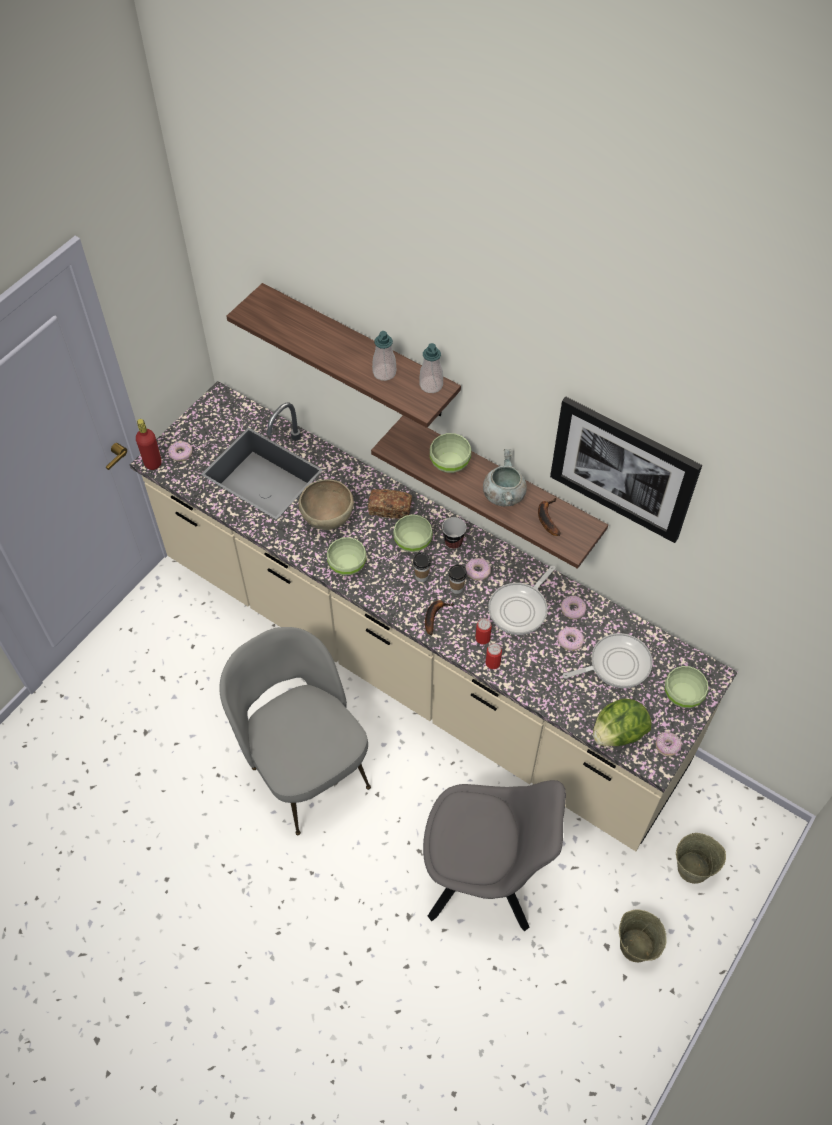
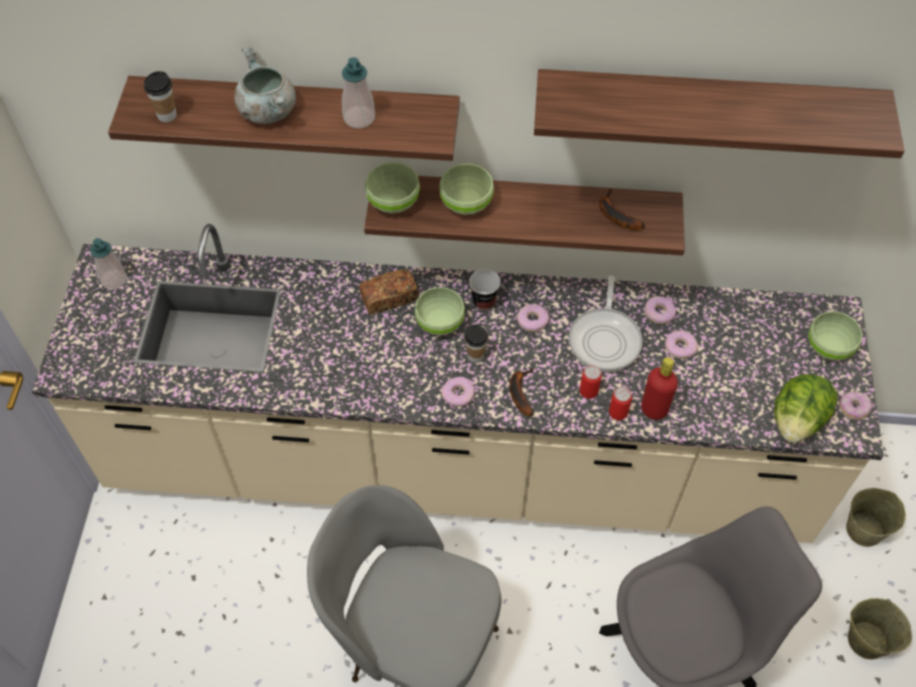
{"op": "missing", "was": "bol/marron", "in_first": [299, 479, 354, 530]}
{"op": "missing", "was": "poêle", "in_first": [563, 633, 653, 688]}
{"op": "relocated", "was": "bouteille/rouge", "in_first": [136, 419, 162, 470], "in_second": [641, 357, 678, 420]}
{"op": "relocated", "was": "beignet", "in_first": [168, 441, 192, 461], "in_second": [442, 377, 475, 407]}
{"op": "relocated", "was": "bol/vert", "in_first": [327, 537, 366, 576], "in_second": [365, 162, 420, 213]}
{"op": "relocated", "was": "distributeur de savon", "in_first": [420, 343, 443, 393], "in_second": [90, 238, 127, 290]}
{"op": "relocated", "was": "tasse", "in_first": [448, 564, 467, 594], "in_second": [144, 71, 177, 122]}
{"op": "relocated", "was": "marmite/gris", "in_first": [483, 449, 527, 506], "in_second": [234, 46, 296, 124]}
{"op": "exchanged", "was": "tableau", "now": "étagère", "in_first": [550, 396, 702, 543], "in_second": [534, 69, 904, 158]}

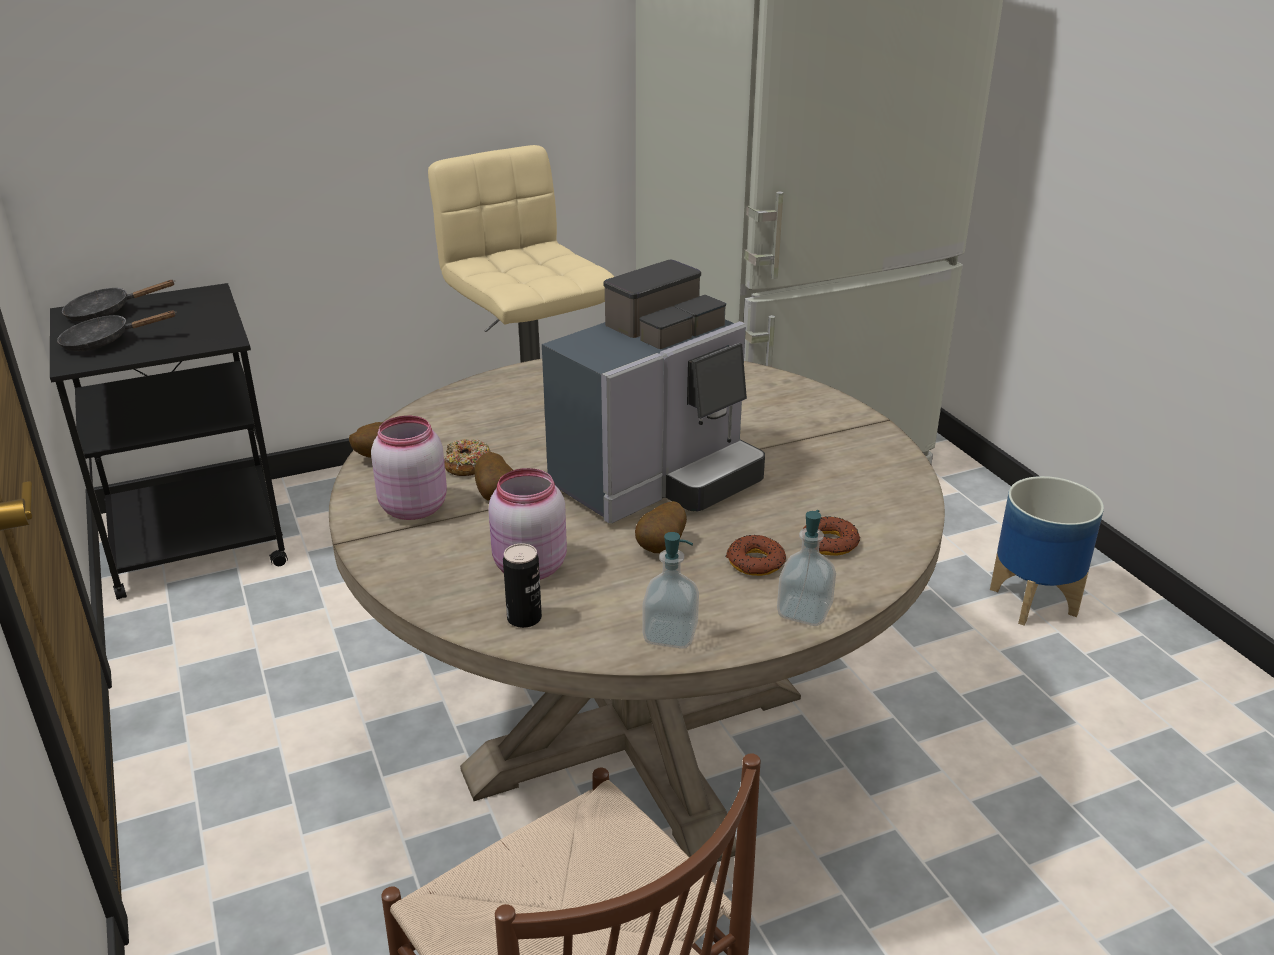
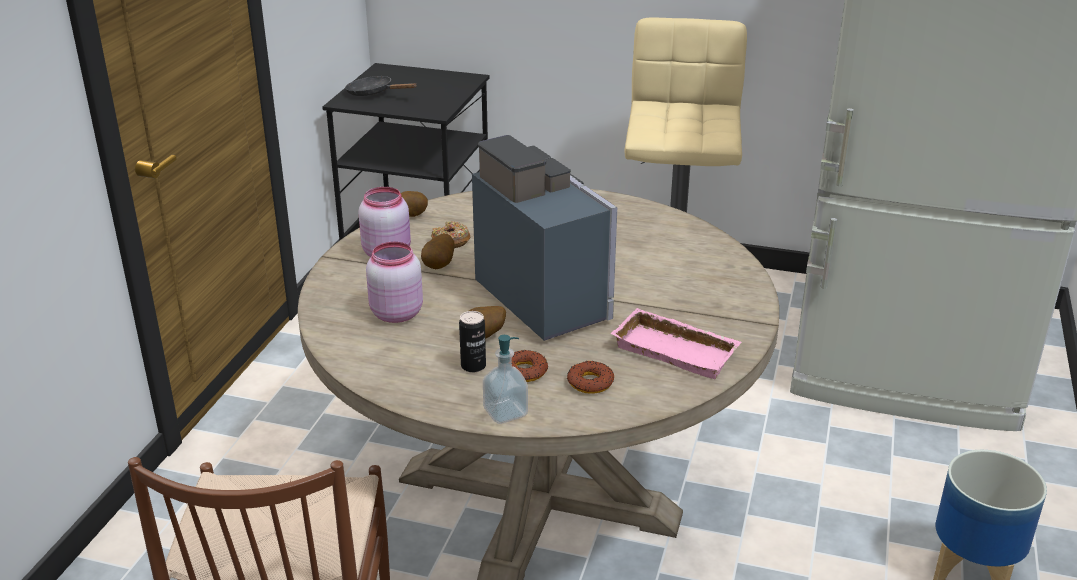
{"op": "missing", "was": "poêle/noir", "in_first": [62, 280, 175, 322]}
{"op": "missing", "was": "distributeur de savon", "in_first": [642, 532, 699, 649]}
{"op": "appeared", "now": "plateau/rose", "in_second": [611, 308, 742, 379]}
{"op": "relocated", "was": "boîte métallique", "in_first": [503, 543, 542, 628], "in_second": [459, 311, 486, 373]}
{"op": "spun", "was": "machine à café", "in_first": [542, 260, 765, 523], "in_second": [472, 135, 617, 341], "clockwise": -120}

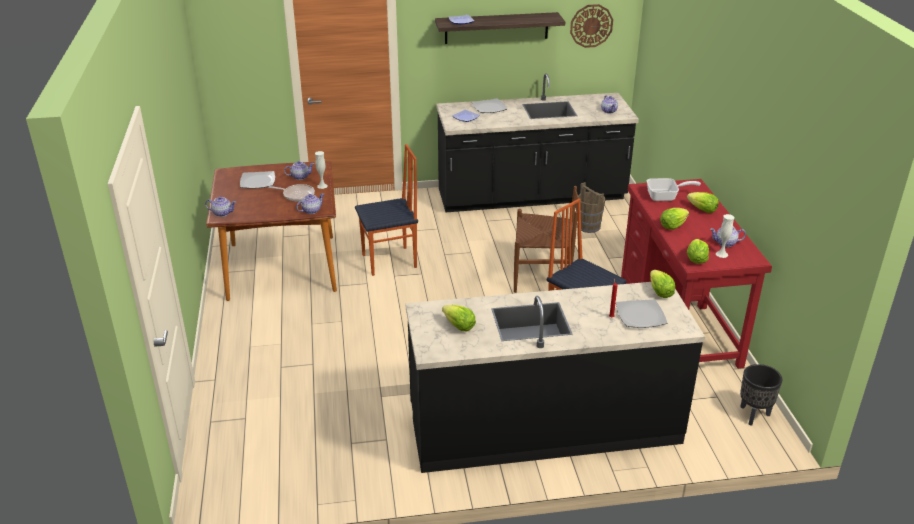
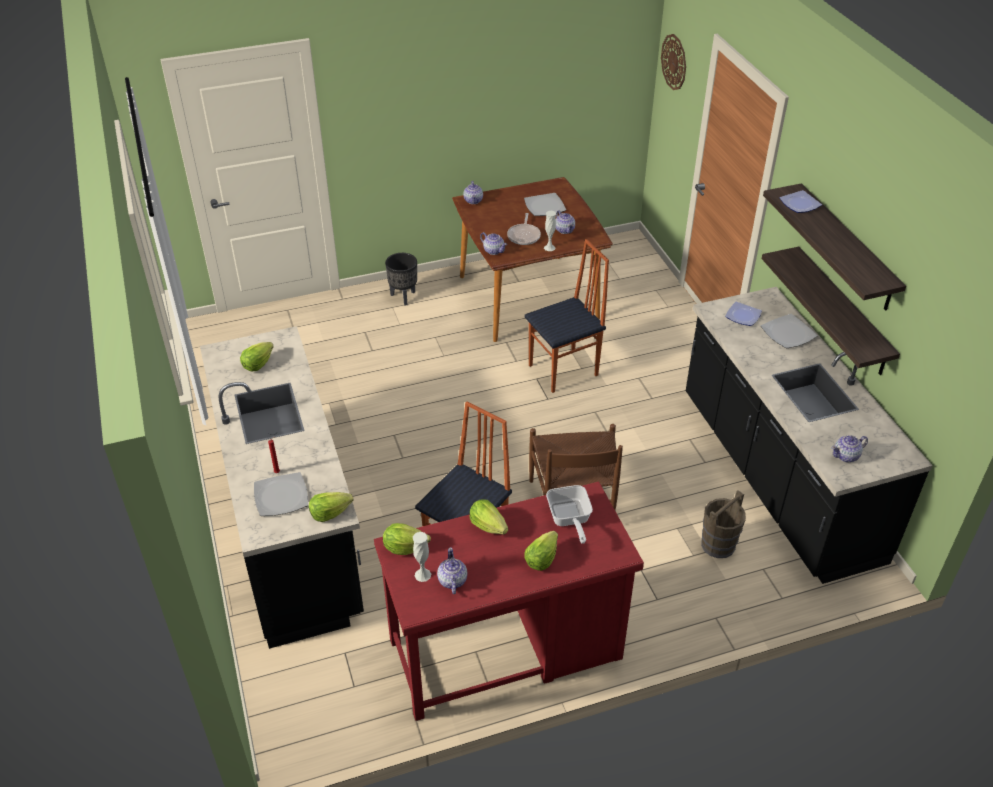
{"op": "appeared", "now": "étagère", "in_second": [762, 247, 900, 375]}
{"op": "relocated", "was": "horloge murale", "in_first": [570, 4, 613, 48], "in_second": [661, 34, 686, 90]}
{"op": "relocated", "was": "cache-pot/noir", "in_first": [740, 364, 782, 426], "in_second": [385, 253, 417, 306]}
{"op": "spun", "was": "chaise", "in_first": [355, 144, 418, 276], "in_second": [525, 239, 609, 393], "clockwise": -90}

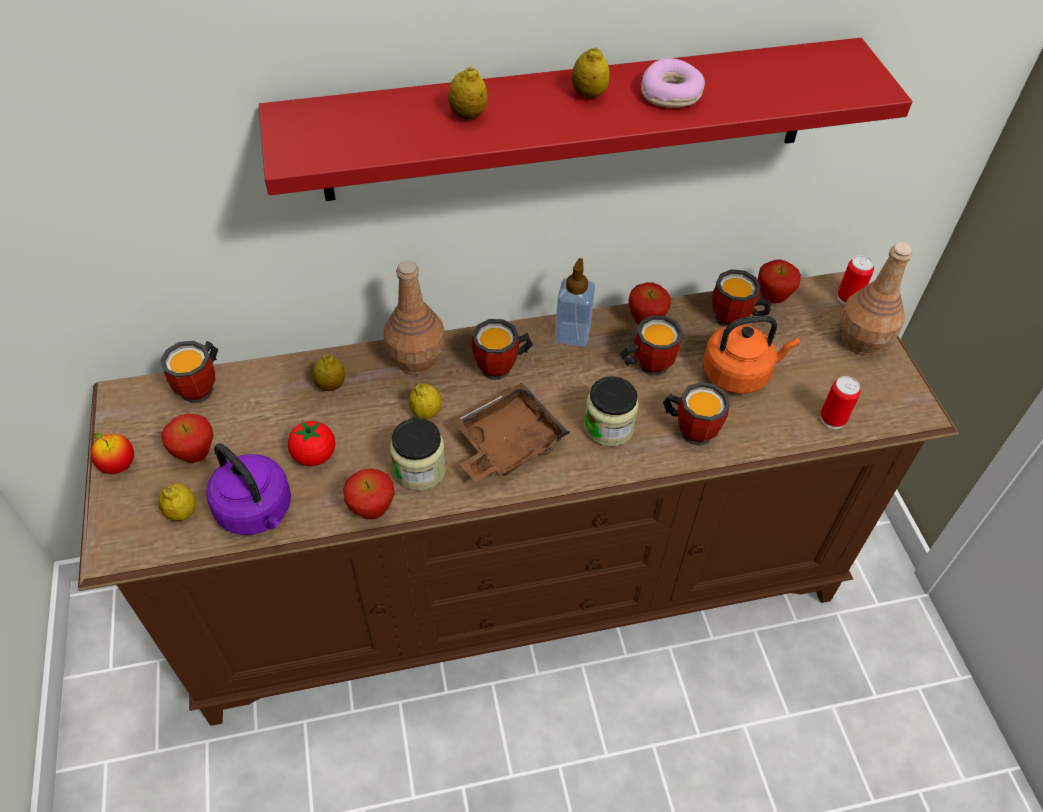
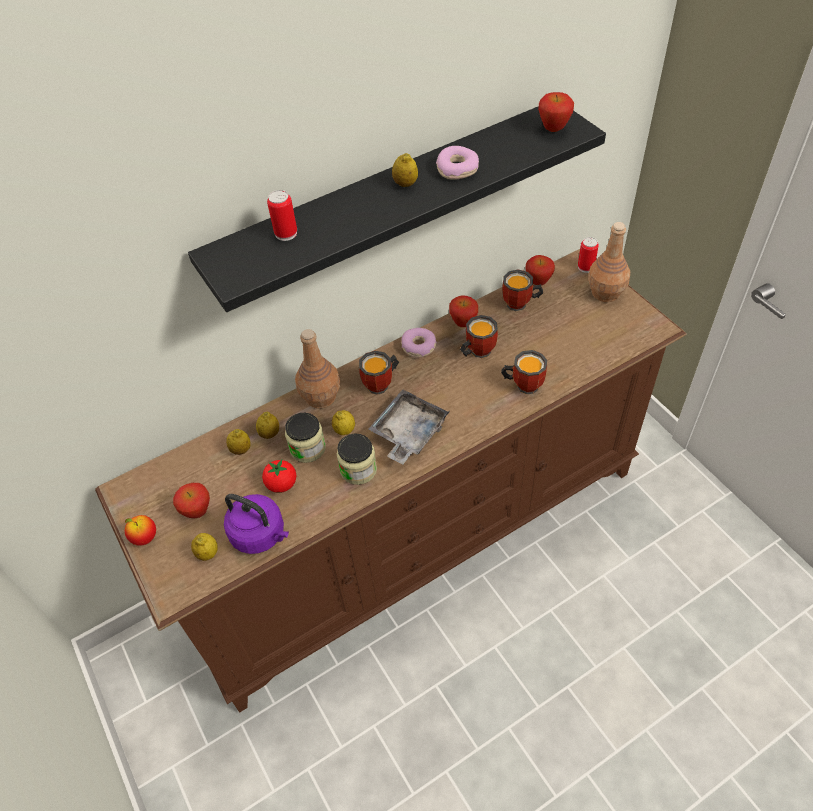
{"op": "missing", "was": "mug", "in_first": [160, 341, 219, 403]}
{"op": "missing", "was": "bouilloire/orange", "in_first": [703, 315, 800, 394]}
{"op": "relocated", "was": "pomme", "in_first": [343, 469, 395, 519], "in_second": [538, 92, 574, 132]}
{"op": "relocated", "was": "citron", "in_first": [448, 67, 487, 120], "in_second": [226, 429, 250, 455]}
{"op": "relocated", "was": "bocal", "in_first": [584, 377, 639, 447], "in_second": [285, 413, 326, 463]}
{"op": "relocated", "was": "boîte métallique", "in_first": [820, 376, 861, 429], "in_second": [267, 190, 297, 241]}
{"op": "exchanged", "was": "distributeur de savon", "now": "beignet", "in_first": [555, 258, 595, 347], "in_second": [401, 328, 437, 357]}
{"op": "colour", "was": "étagère/rouge", "now": "étagère/noir", "in_first": [259, 38, 912, 201], "in_second": [188, 106, 606, 312]}
{"op": "colour", "was": "plateau/marron", "now": "plateau/gris", "in_first": [452, 382, 570, 483], "in_second": [369, 389, 449, 464]}

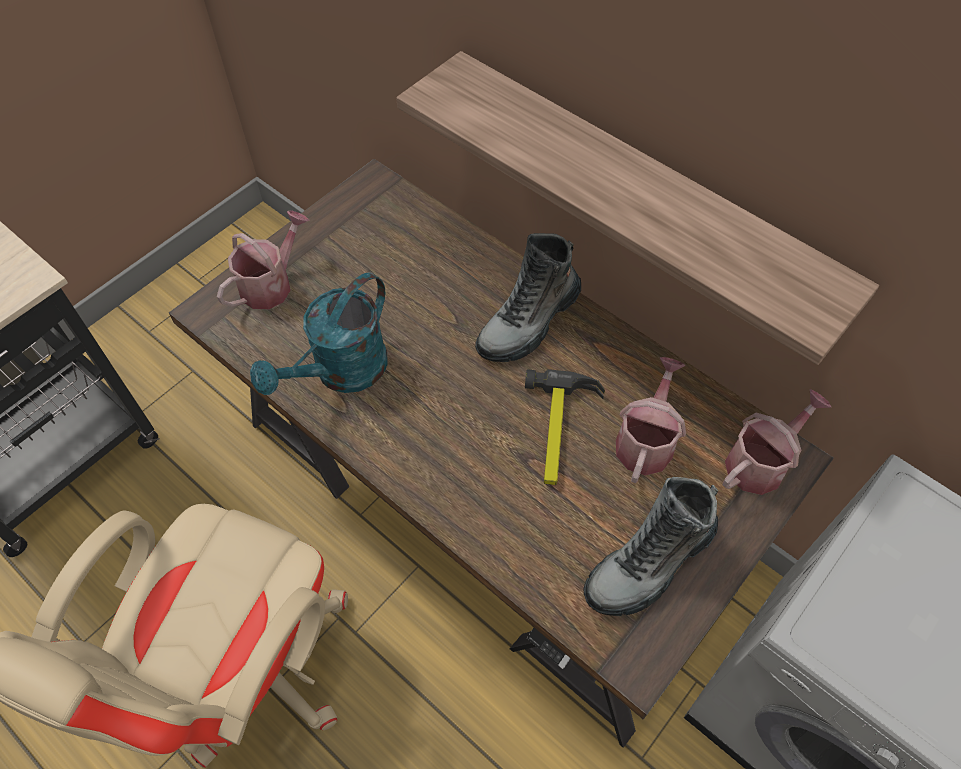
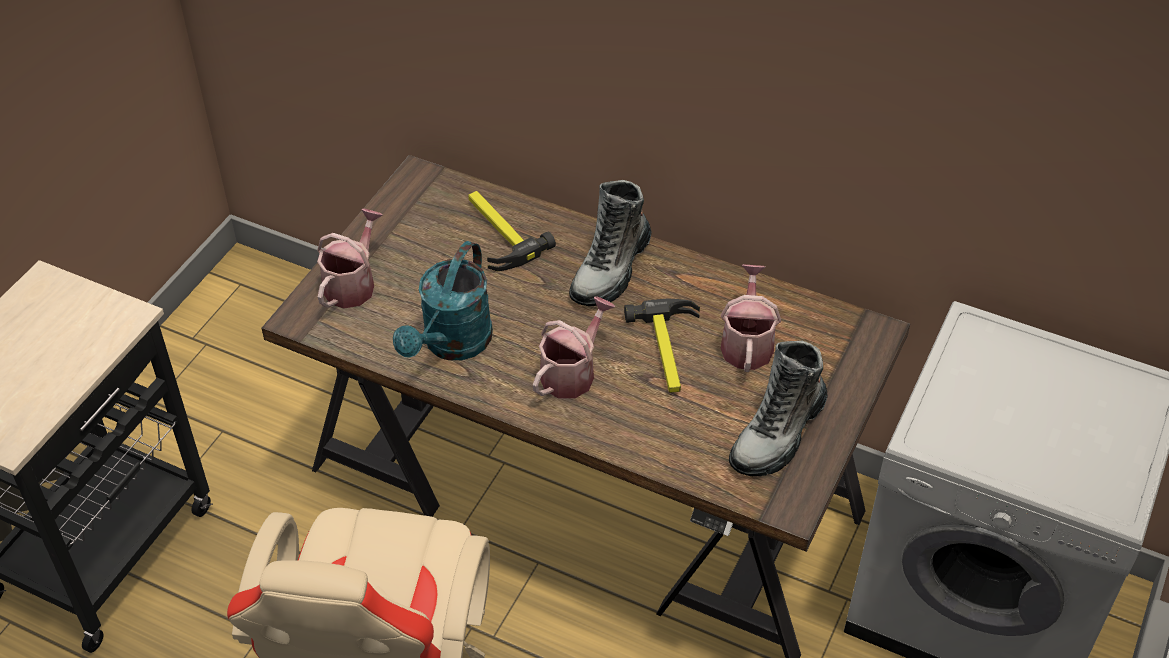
{"op": "missing", "was": "étagère", "in_first": [396, 51, 879, 365]}
{"op": "appeared", "now": "marteau", "in_second": [468, 191, 556, 271]}
{"op": "relocated", "was": "arrosoir", "in_first": [722, 389, 832, 495], "in_second": [533, 296, 615, 398]}

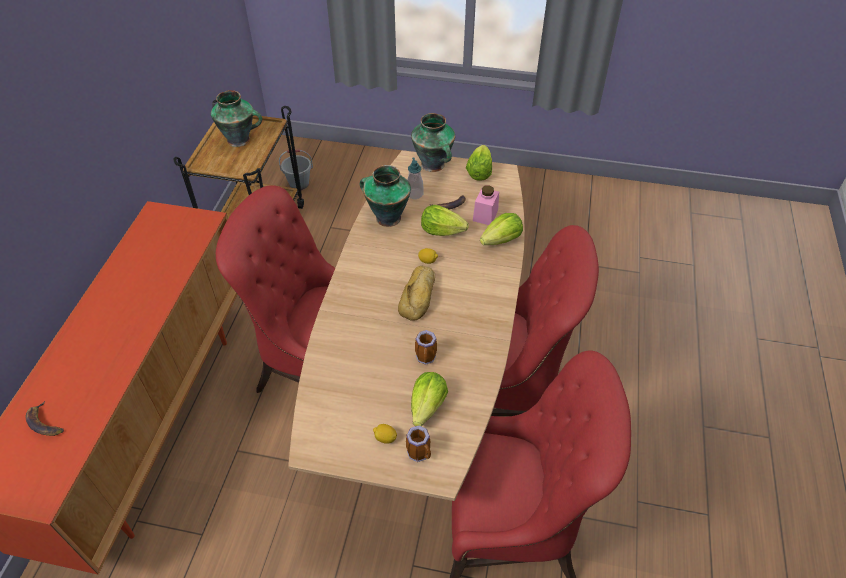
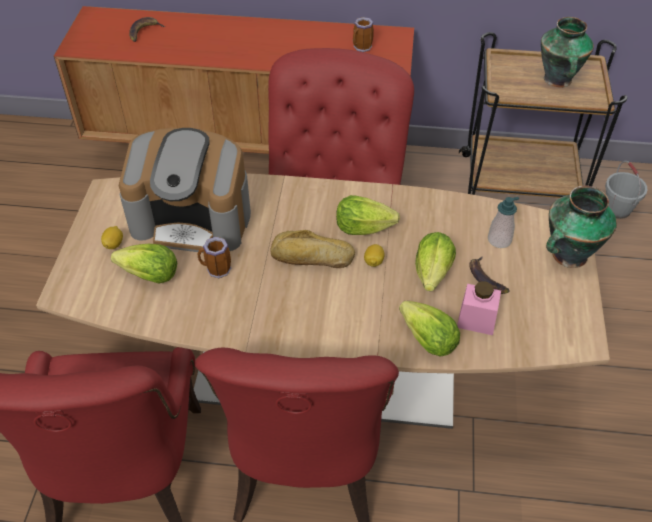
{"op": "missing", "was": "vase", "in_first": [360, 165, 411, 227]}
{"op": "appeared", "now": "machine à café", "in_second": [118, 128, 251, 253]}
{"op": "relocated", "was": "mug", "in_first": [406, 426, 431, 462], "in_second": [353, 17, 374, 52]}
{"op": "relocated", "was": "laitue", "in_first": [466, 145, 492, 181], "in_second": [336, 195, 400, 235]}

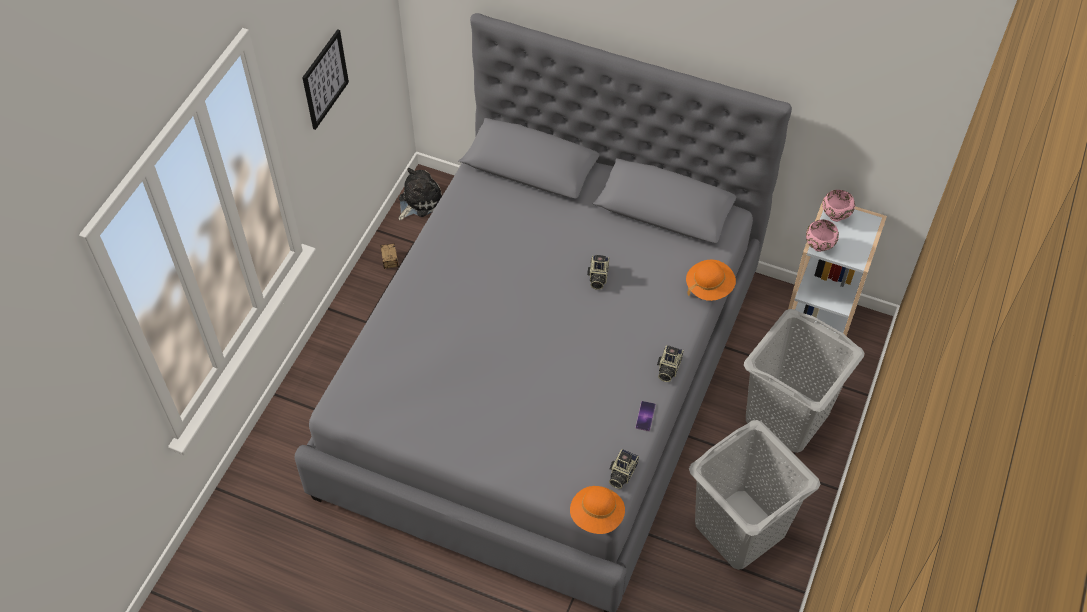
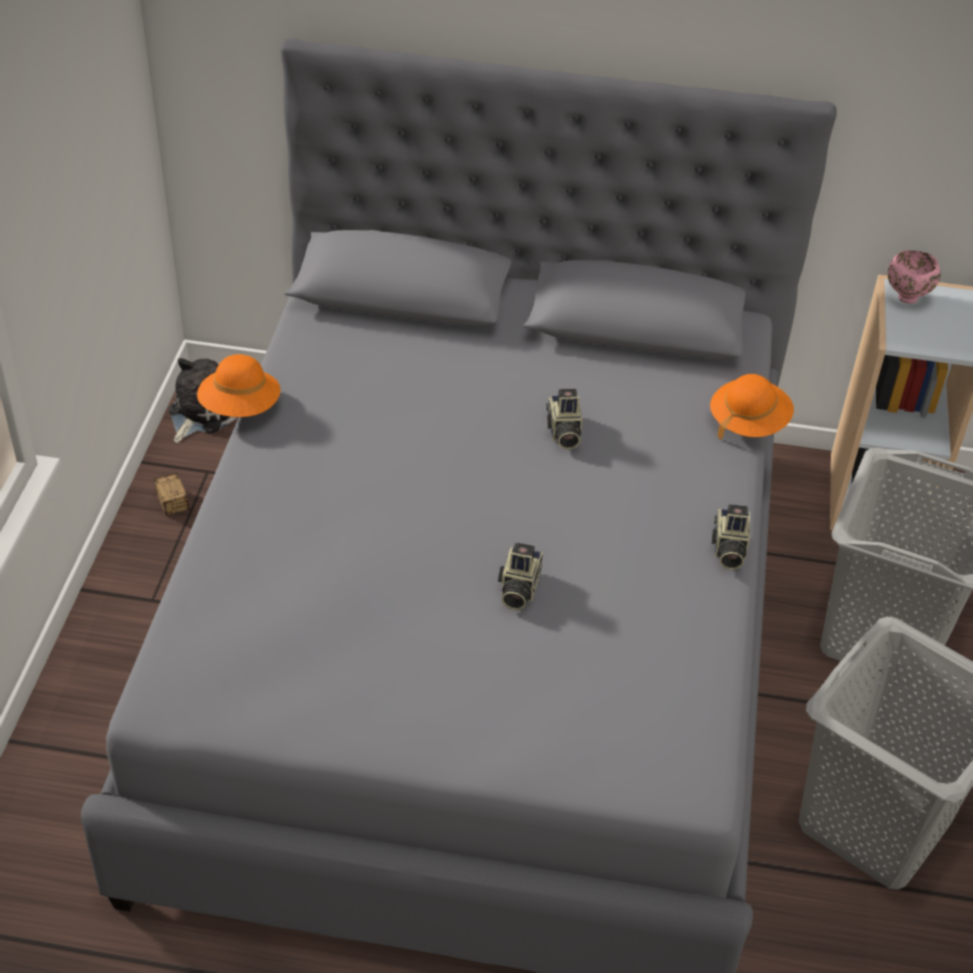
{"op": "missing", "was": "tableau", "in_first": [302, 29, 349, 130]}
{"op": "missing", "was": "téléphone", "in_first": [636, 401, 656, 431]}
{"op": "missing", "was": "bol/rose", "in_first": [806, 219, 839, 252]}
{"op": "relocated", "was": "chapeau/orange", "in_first": [570, 486, 625, 534], "in_second": [197, 354, 281, 417]}
{"op": "relocated", "was": "appareil photo", "in_first": [609, 449, 639, 489], "in_second": [498, 542, 543, 610]}

